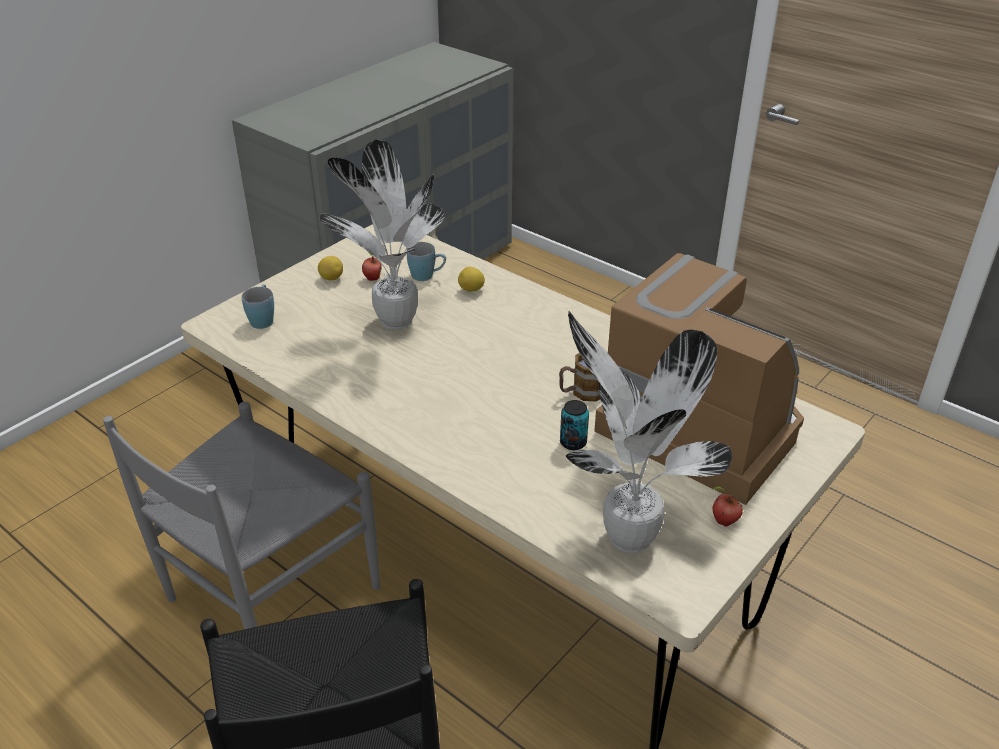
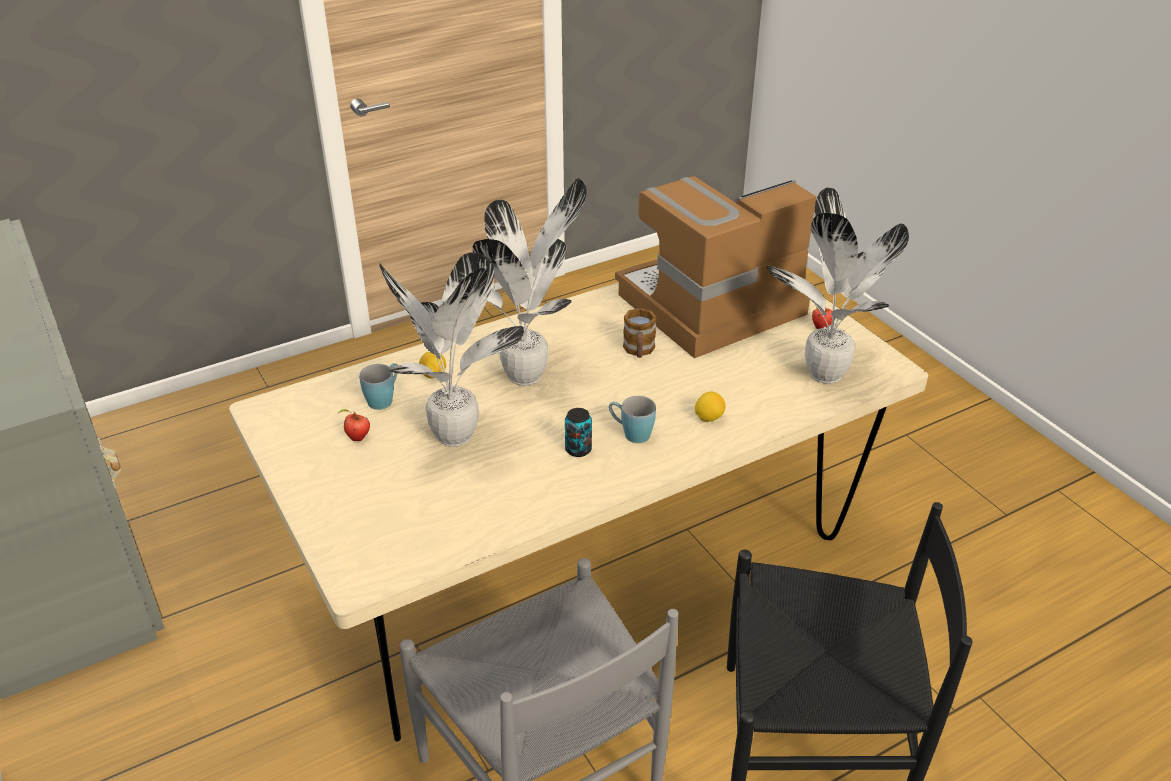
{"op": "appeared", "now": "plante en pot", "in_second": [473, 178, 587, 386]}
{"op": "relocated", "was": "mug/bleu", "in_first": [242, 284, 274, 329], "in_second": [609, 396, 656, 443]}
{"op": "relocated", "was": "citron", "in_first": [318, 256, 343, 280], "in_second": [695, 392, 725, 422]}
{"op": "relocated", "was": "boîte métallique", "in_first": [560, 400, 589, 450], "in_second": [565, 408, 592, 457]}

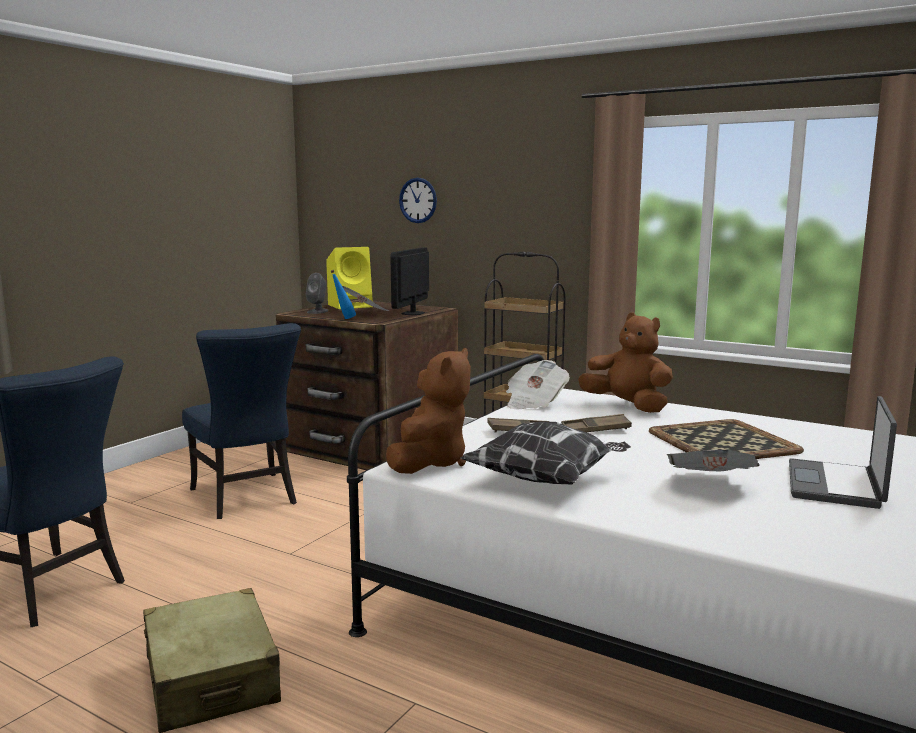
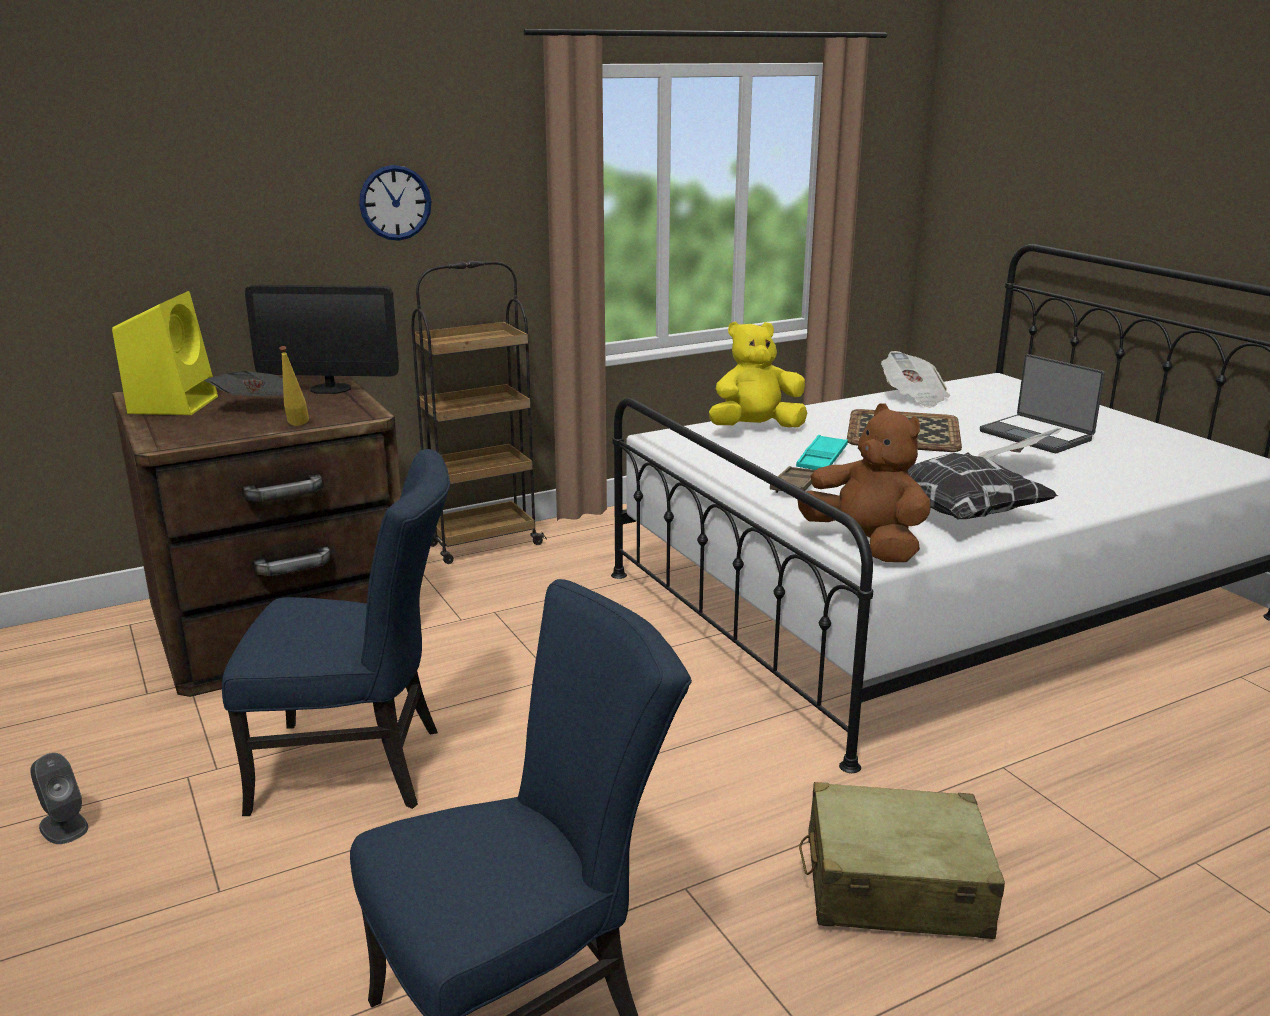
{"op": "relocated", "was": "enceinte/gris", "in_first": [306, 273, 328, 314], "in_second": [30, 753, 88, 844]}
{"op": "relocated", "was": "horloge murale", "in_first": [399, 178, 437, 223], "in_second": [359, 165, 431, 241]}
{"op": "relocated", "was": "journal", "in_first": [506, 360, 570, 409], "in_second": [881, 351, 950, 408]}
{"op": "colour", "was": "bouteille/bleu", "now": "bouteille/jaune", "in_first": [331, 270, 356, 319], "in_second": [279, 346, 309, 426]}
{"op": "colour", "was": "plateau/marron", "now": "plateau/turquoise", "in_first": [561, 414, 632, 432], "in_second": [796, 435, 848, 470]}
{"op": "colour", "was": "peluche/marron", "now": "peluche/jaune", "in_first": [578, 312, 673, 413], "in_second": [709, 321, 807, 428]}
{"op": "spun", "was": "écran d'ordinateur", "in_first": [390, 247, 429, 315], "in_second": [245, 285, 399, 394], "clockwise": -45}

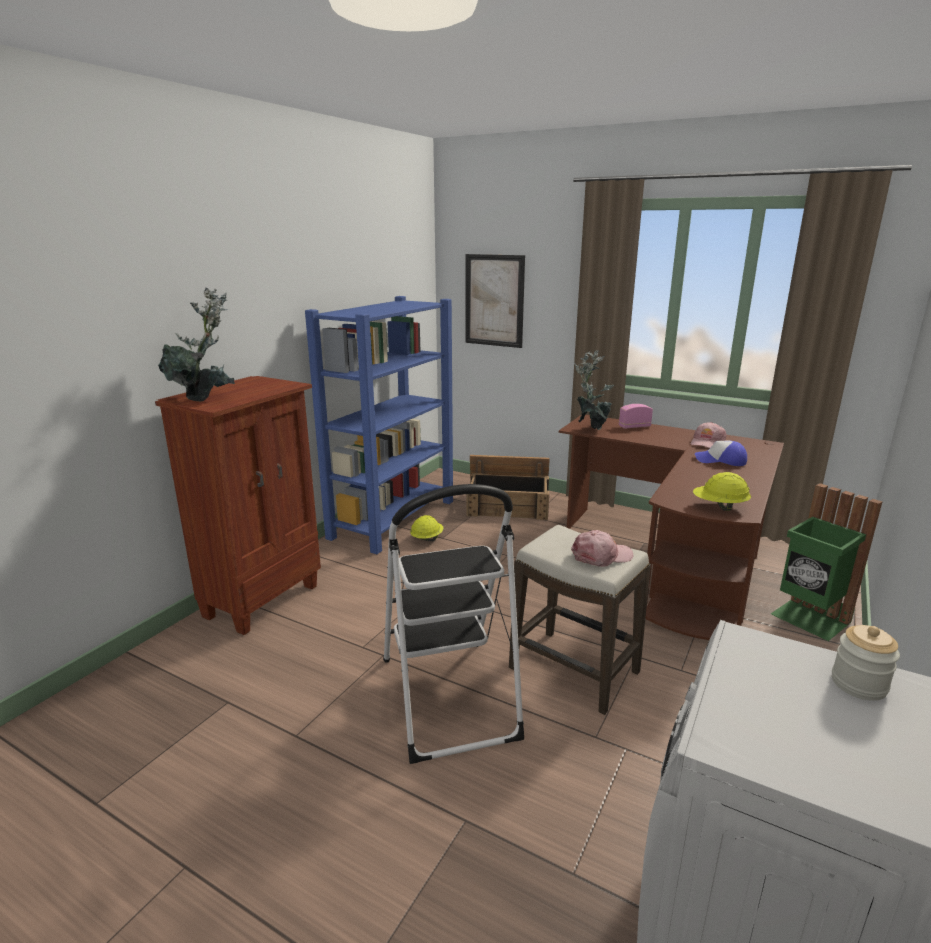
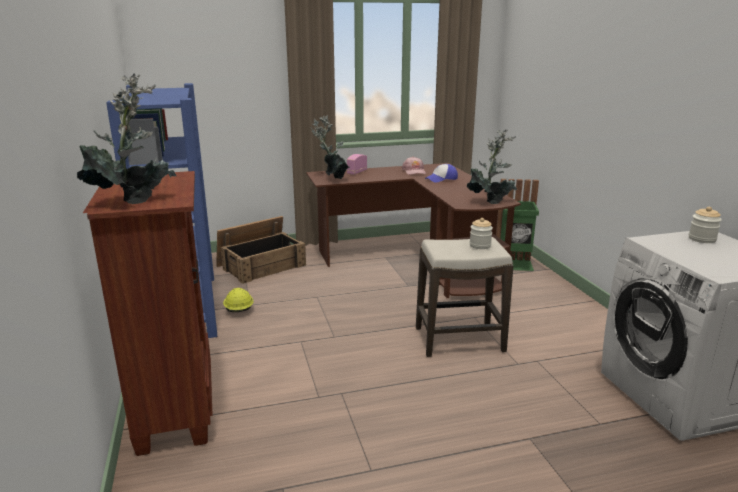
{"op": "missing", "was": "escabeau", "in_first": [383, 484, 524, 764]}
{"op": "missing", "was": "tableau", "in_first": [466, 254, 525, 348]}
{"op": "exchanged", "was": "casquette/rose", "now": "bocal", "in_first": [571, 530, 633, 567], "in_second": [469, 218, 493, 249]}
{"op": "exchanged", "was": "casque de chantier/jaune", "now": "plante en pot", "in_first": [693, 472, 751, 511], "in_second": [467, 130, 517, 204]}

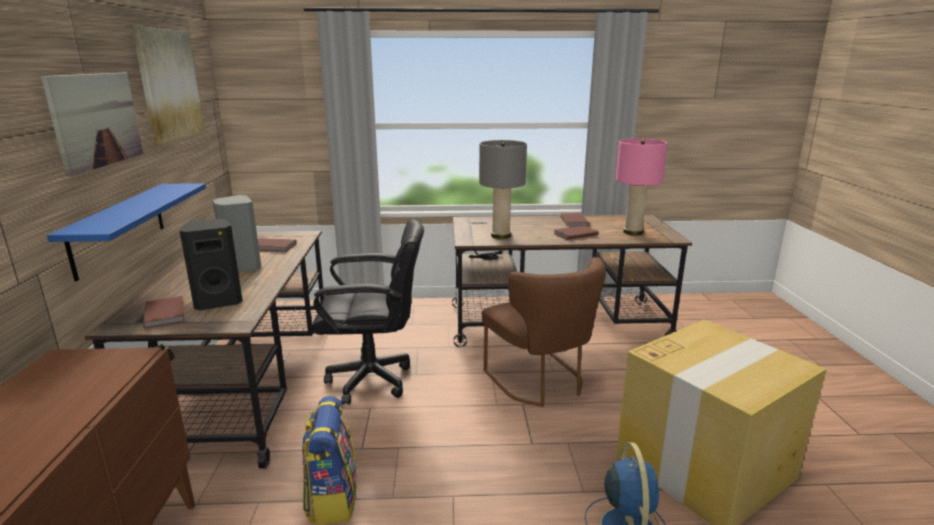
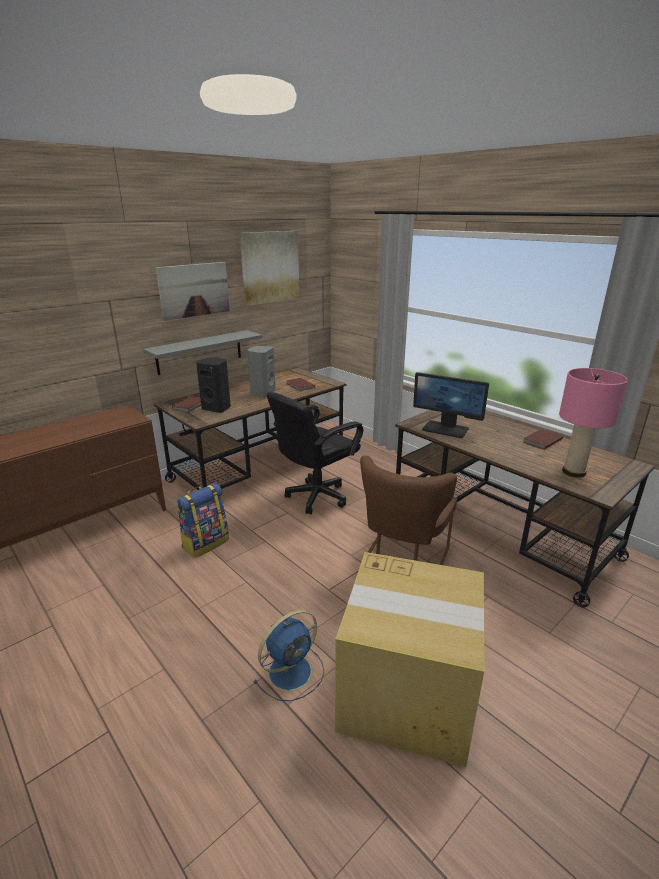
{"op": "missing", "was": "livre/marron", "in_first": [554, 225, 598, 240]}
{"op": "exchanged", "was": "lampe de table/gris", "now": "écran d'ordinateur", "in_first": [479, 140, 527, 239], "in_second": [413, 372, 489, 438]}
{"op": "colour", "was": "étagère/bleu", "now": "étagère/gris", "in_first": [47, 183, 206, 281], "in_second": [143, 330, 262, 375]}
{"op": "spun", "was": "chaise de bureau/noir", "in_first": [312, 219, 424, 404], "in_second": [266, 392, 363, 514], "clockwise": 90}

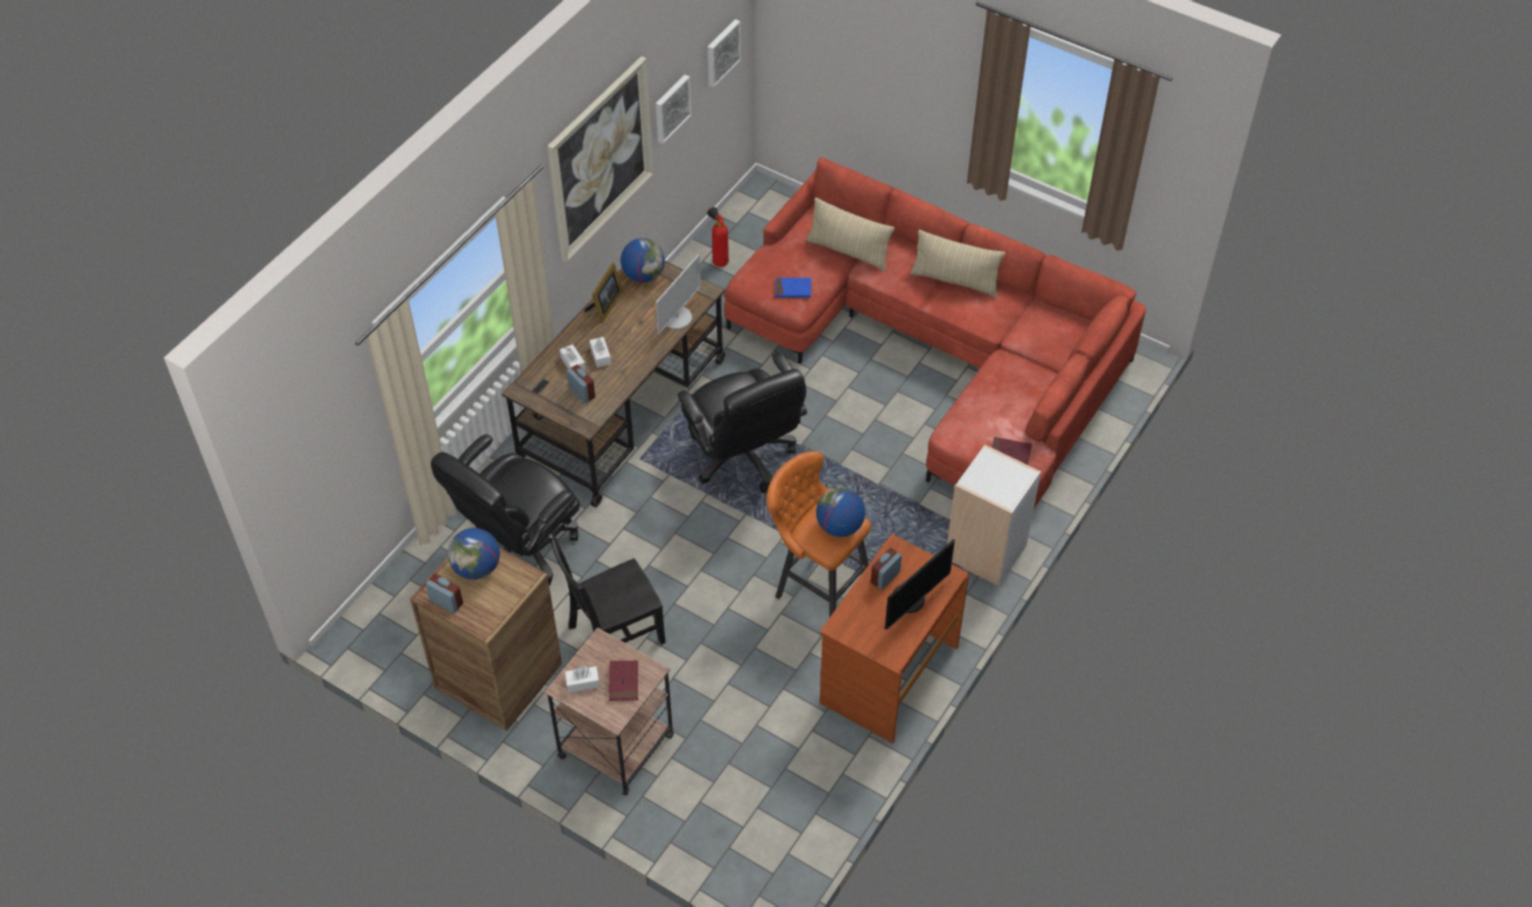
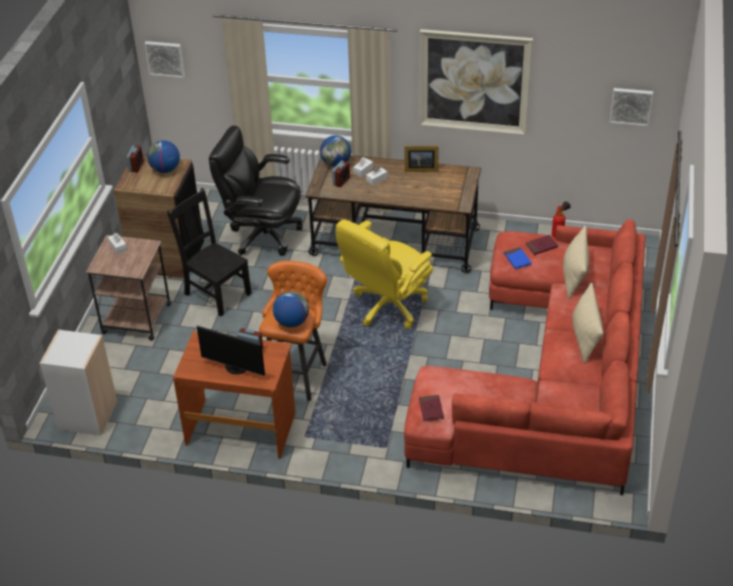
{"op": "missing", "was": "écran d'ordinateur", "in_first": [656, 254, 701, 334]}
{"op": "relocated", "was": "livre/rouge", "in_first": [609, 660, 638, 701], "in_second": [526, 235, 558, 255]}
{"op": "relocated", "was": "globe", "in_first": [621, 238, 665, 283], "in_second": [320, 135, 351, 167]}
{"op": "relocated", "was": "tableau", "in_first": [656, 75, 691, 144], "in_second": [144, 41, 185, 78]}
{"op": "relocated", "was": "bibliothèque", "in_first": [947, 445, 1041, 586], "in_second": [40, 329, 117, 436]}
{"op": "colour", "was": "chaise de bureau/noir", "now": "chaise de bureau/jaune", "in_first": [678, 352, 807, 493], "in_second": [336, 220, 433, 330]}

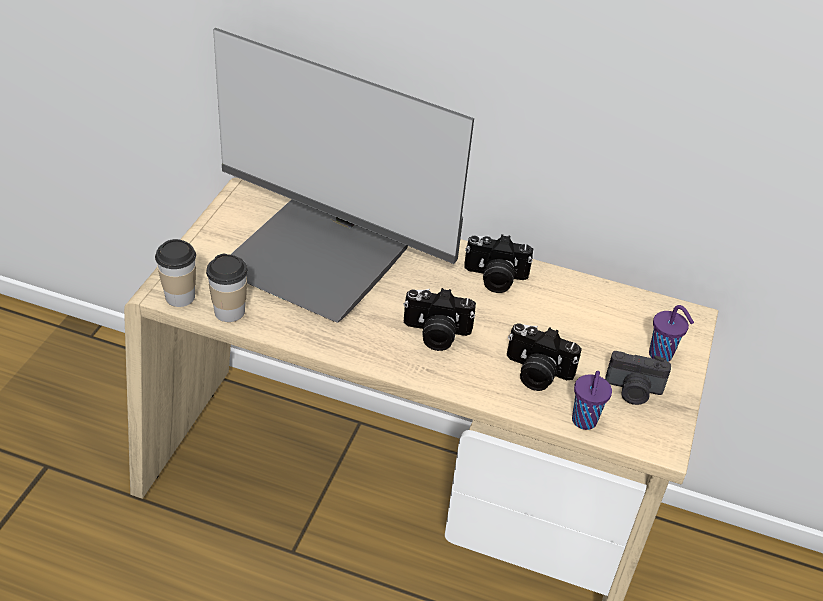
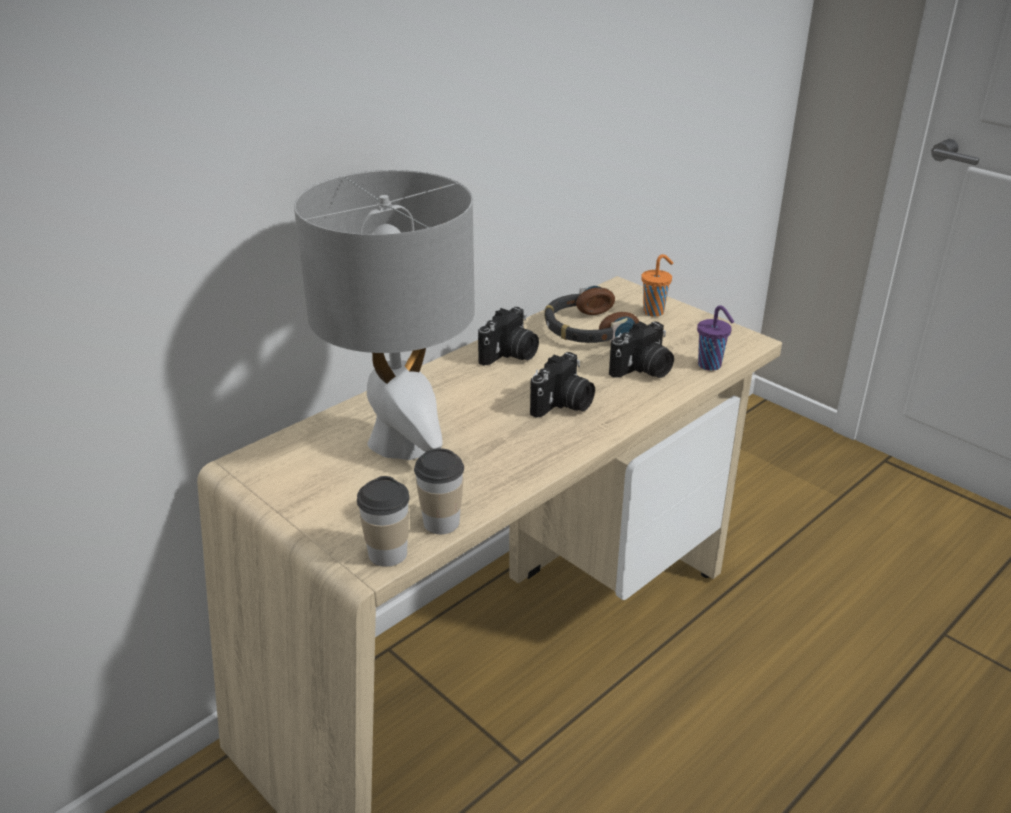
{"op": "missing", "was": "appareil photo", "in_first": [605, 351, 671, 405]}
{"op": "appeared", "now": "casque audio", "in_second": [545, 285, 639, 343]}
{"op": "exchanged", "was": "écran d'ordinateur", "now": "lampe de table/gris", "in_first": [213, 28, 474, 323], "in_second": [294, 170, 475, 460]}
{"op": "colour", "was": "tasse/violet", "now": "tasse/orange", "in_first": [649, 305, 694, 362], "in_second": [641, 254, 673, 317]}

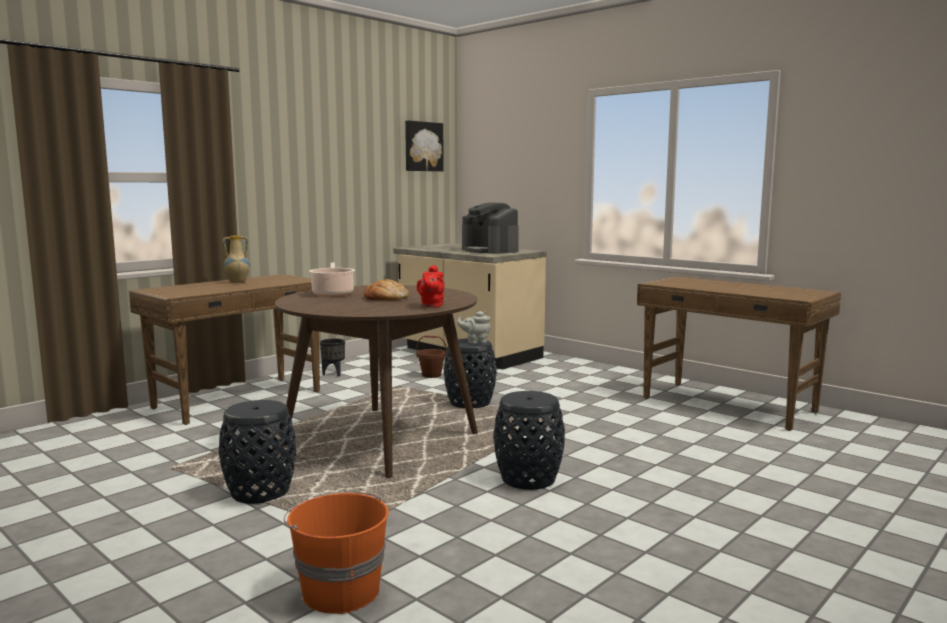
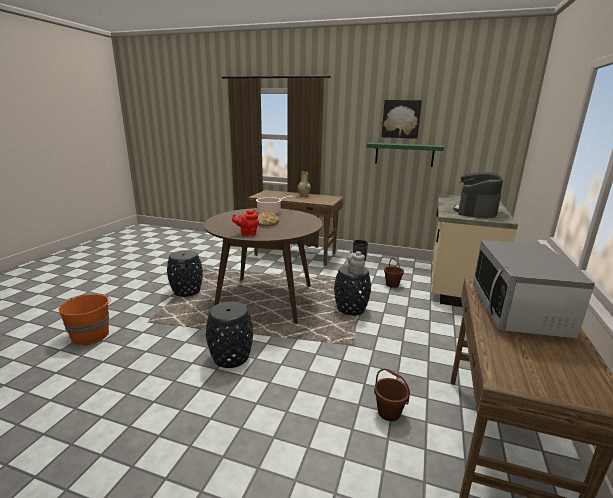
{"op": "appeared", "now": "étagère/vert", "in_second": [366, 143, 444, 167]}
{"op": "appeared", "now": "seau/marron", "in_second": [374, 369, 410, 421]}
{"op": "appeared", "now": "micro-ondes", "in_second": [473, 240, 595, 339]}
{"op": "relocated", "was": "tableau", "in_first": [405, 120, 444, 171], "in_second": [381, 100, 422, 139]}

